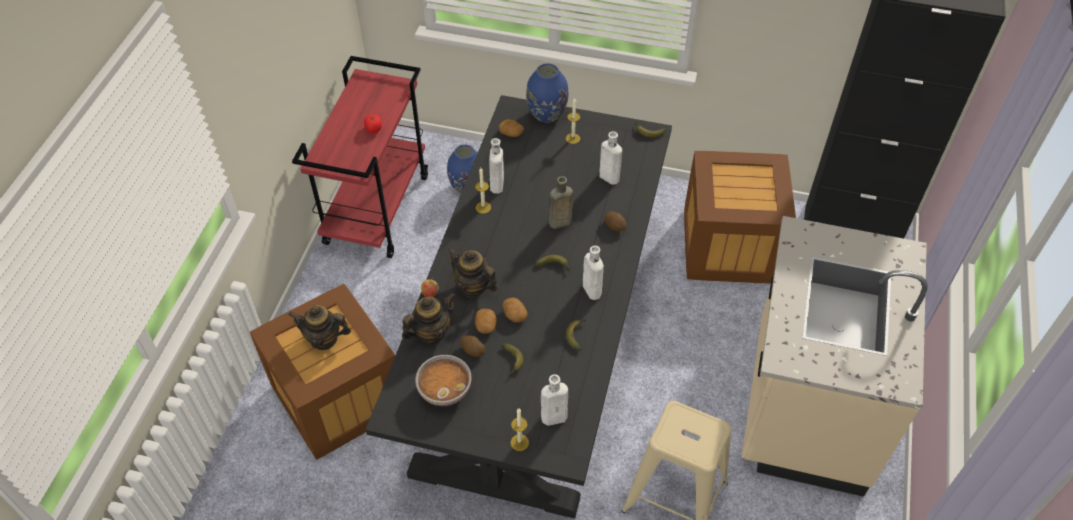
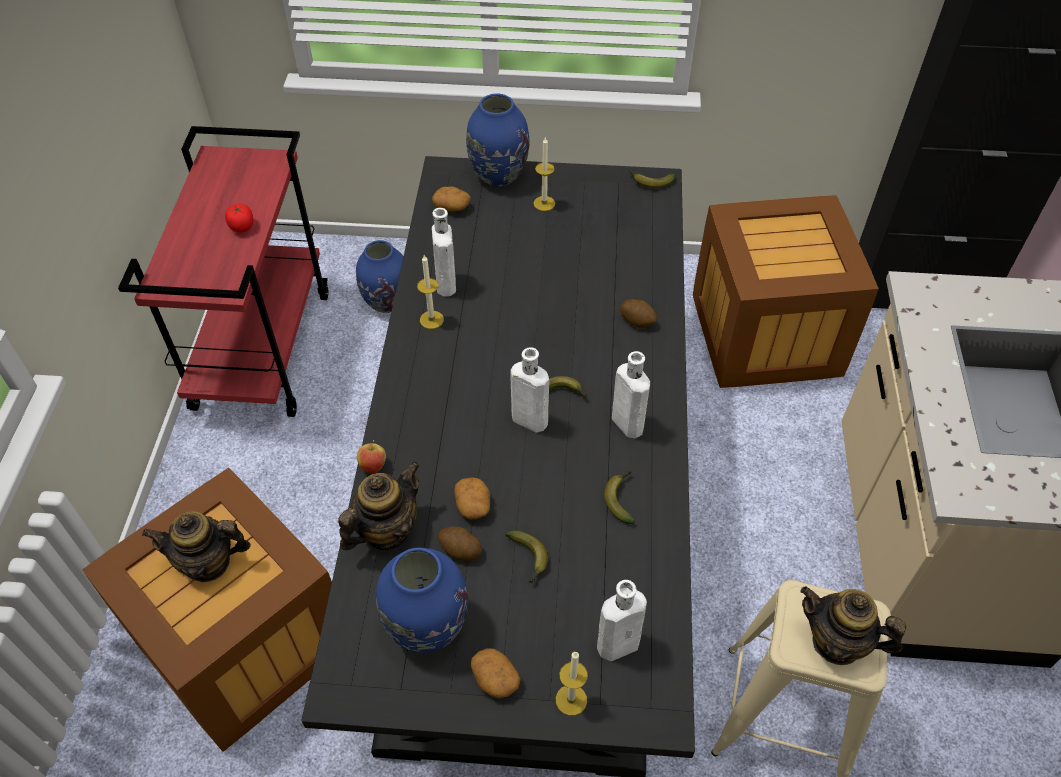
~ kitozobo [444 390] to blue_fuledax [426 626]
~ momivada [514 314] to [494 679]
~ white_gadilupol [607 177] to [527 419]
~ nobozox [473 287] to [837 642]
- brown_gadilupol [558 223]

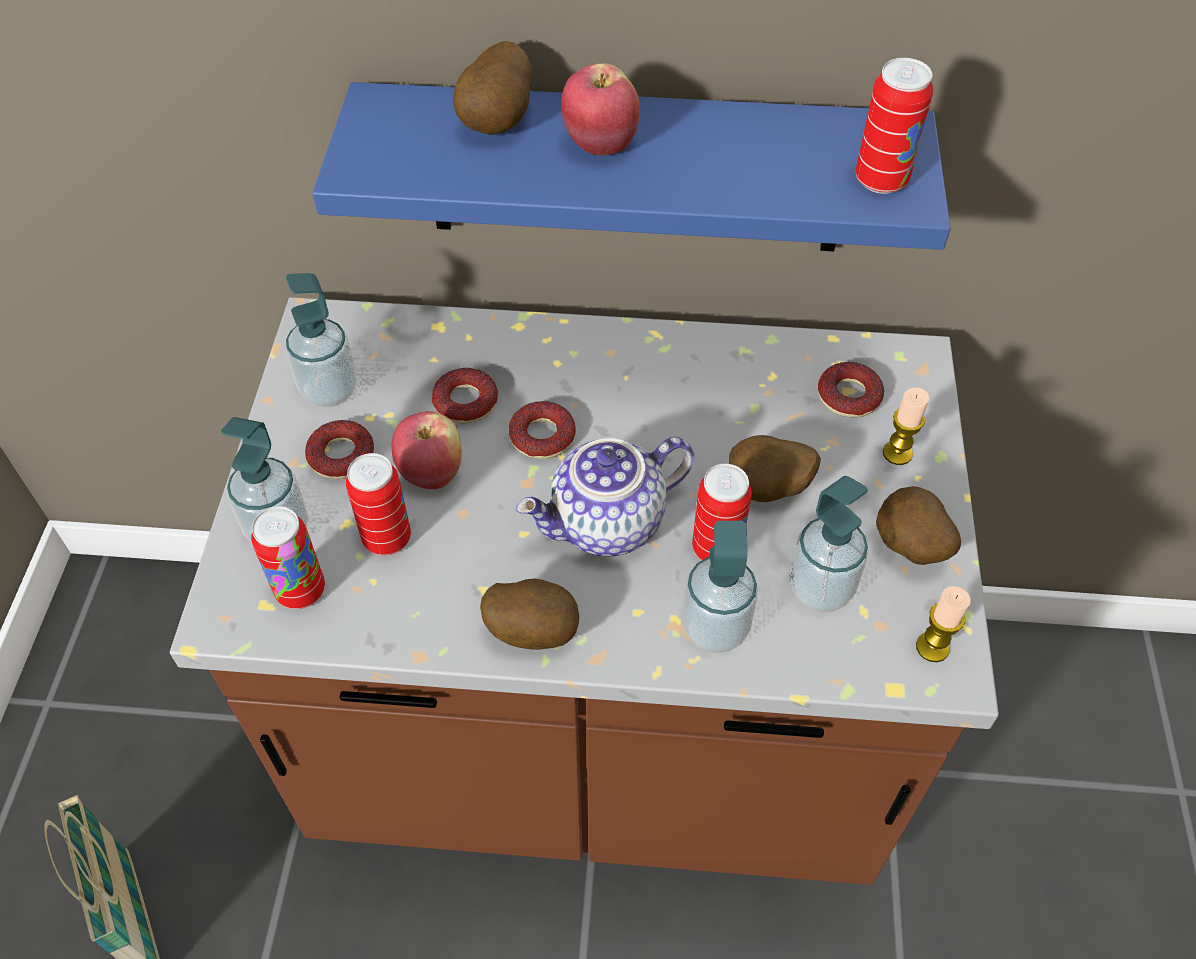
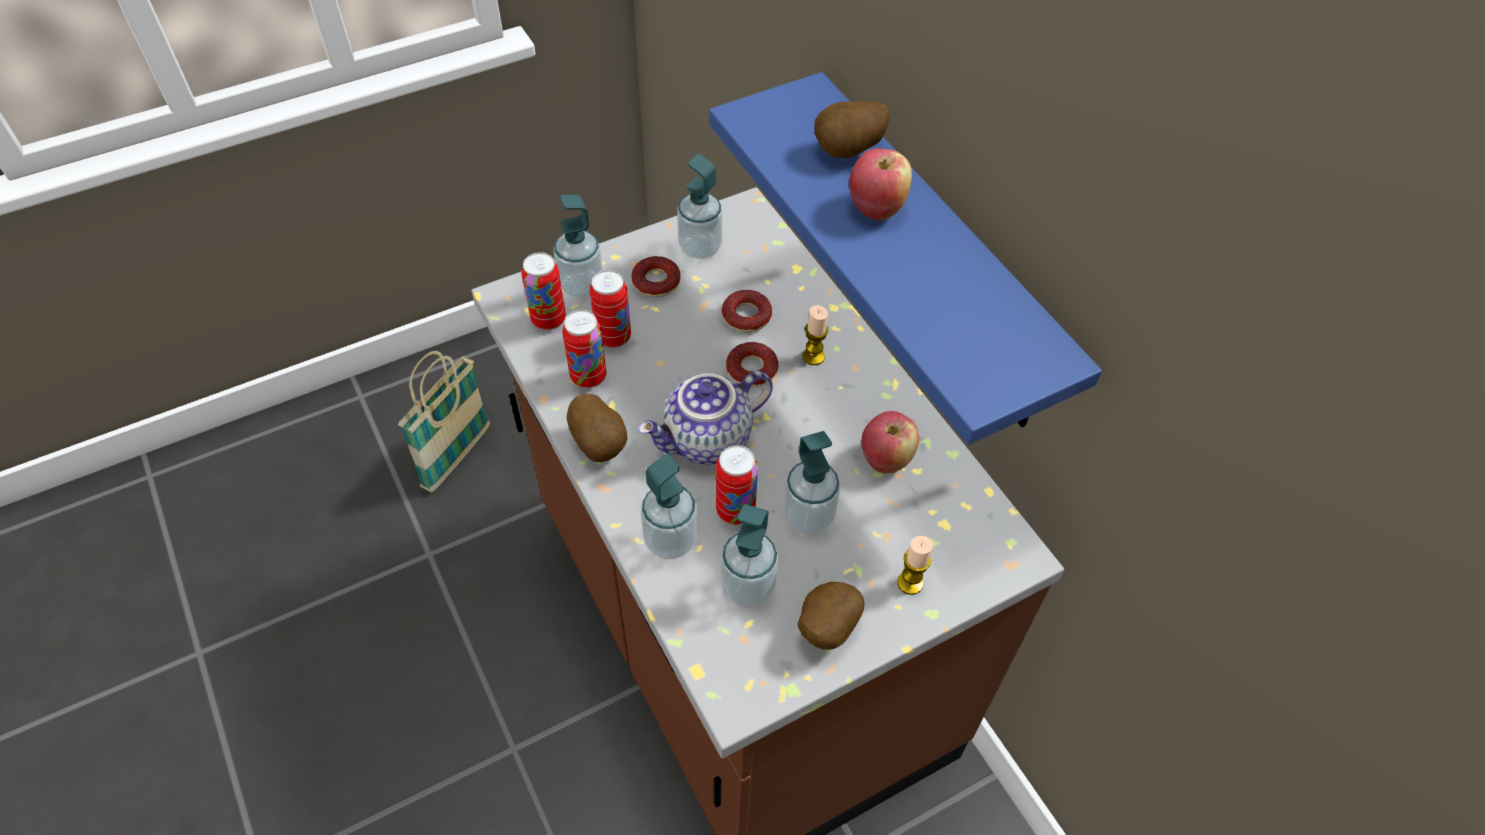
~ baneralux [881 180] to [588 377]
~ nobozox [607 525] = [708 441] 60 degrees counterclockwise
~ momivada [767 491] to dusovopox [808 517]
~ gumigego [932 647] to [813 356]
~ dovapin [431 473] to [885 459]
- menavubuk [849 396]

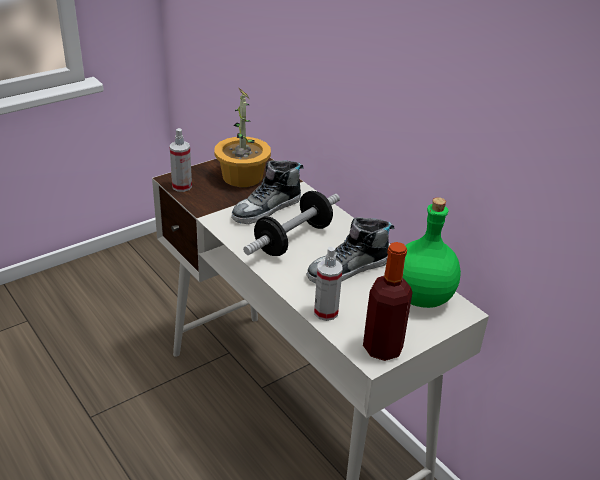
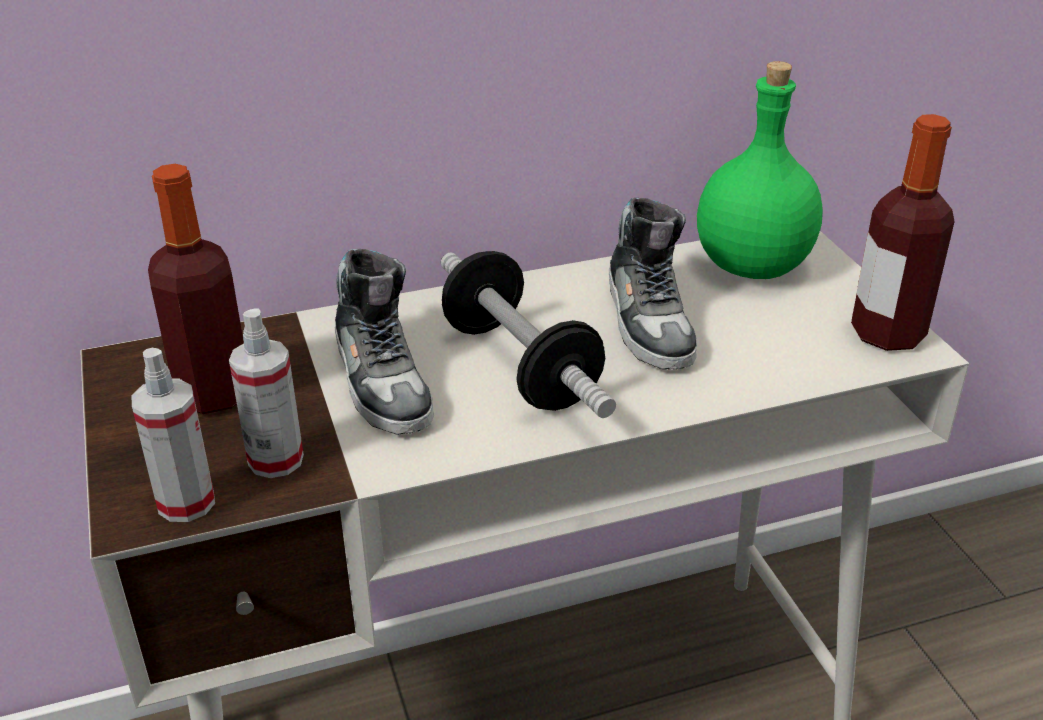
~ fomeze [241 177] to gadilupol [213 393]
~ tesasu [326 312] to [276 460]

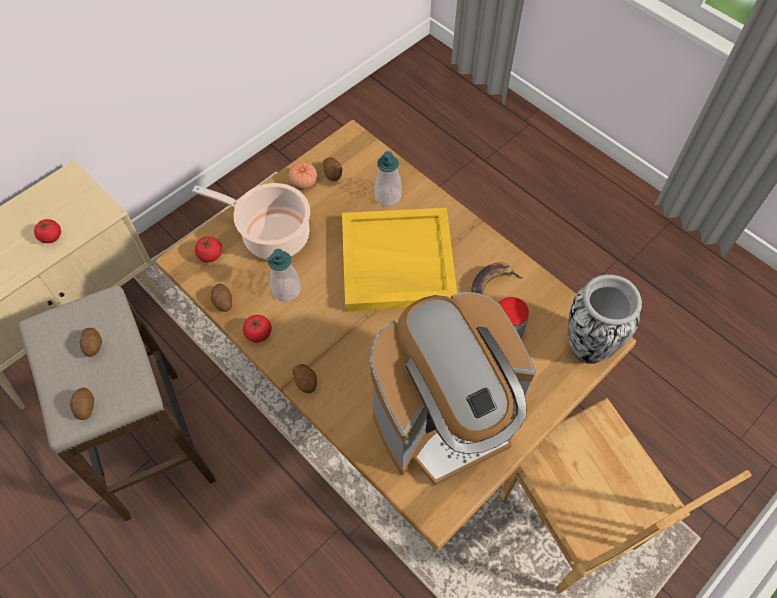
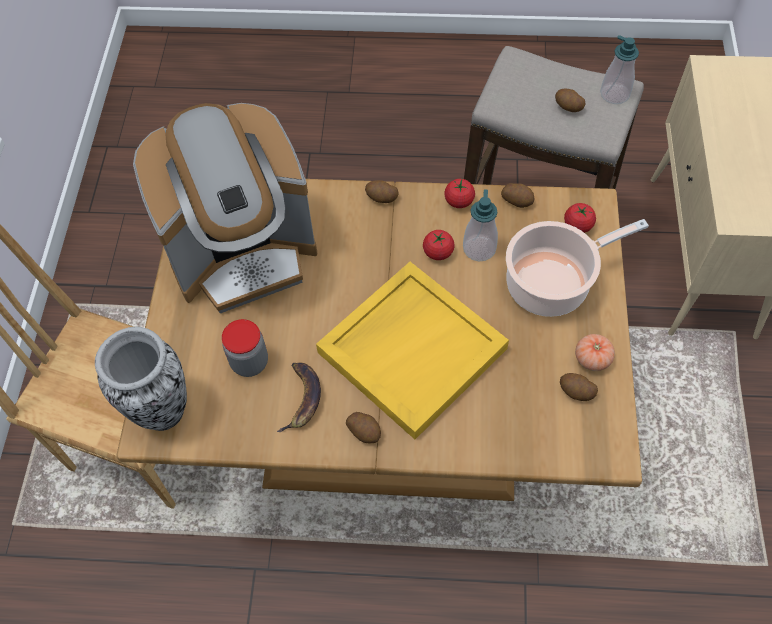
~ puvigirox [446 419] = [243 254] 135 degrees counterclockwise
~ momivada [85 407] to [364 431]
~ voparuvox [51 237] to [438 252]
~ dusovopox [388 196] to [614 94]

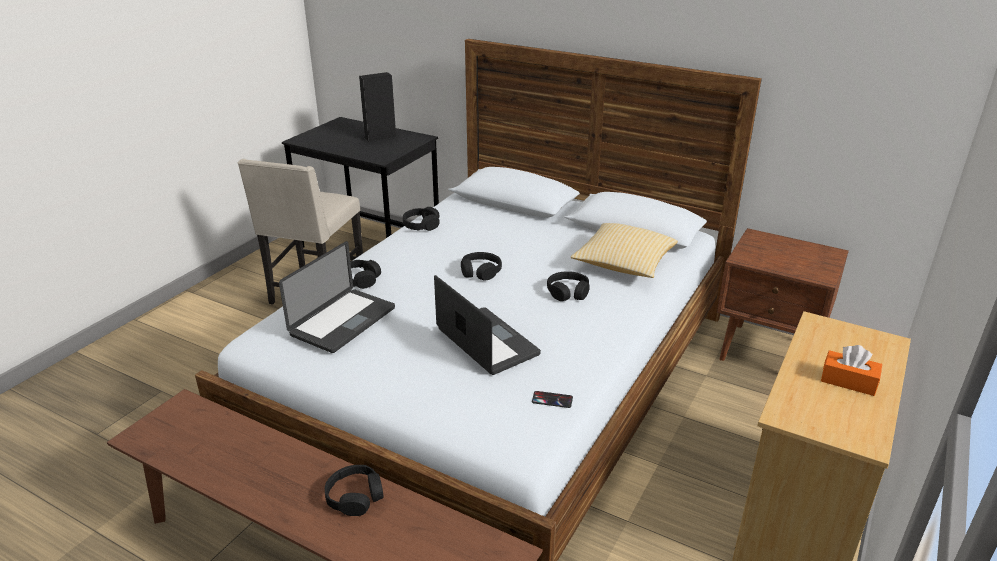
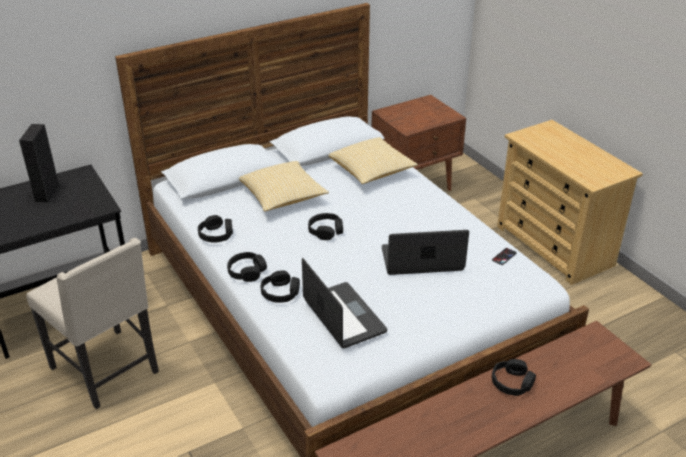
~ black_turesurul [568 292] to [247 272]
+ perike [283 197]
- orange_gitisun [848 381]

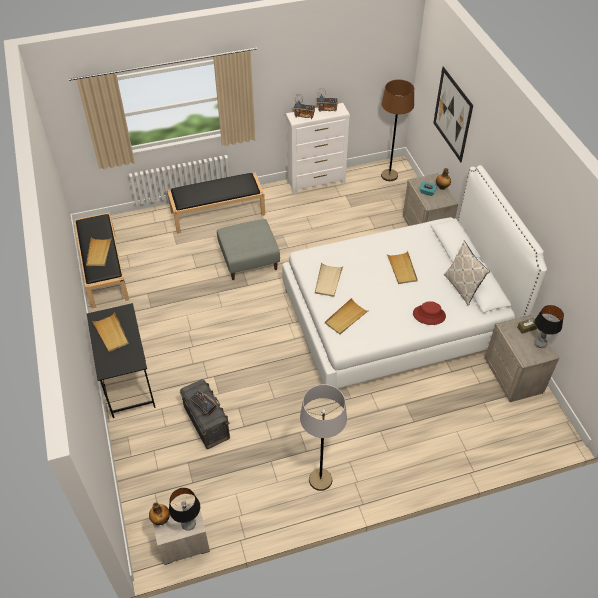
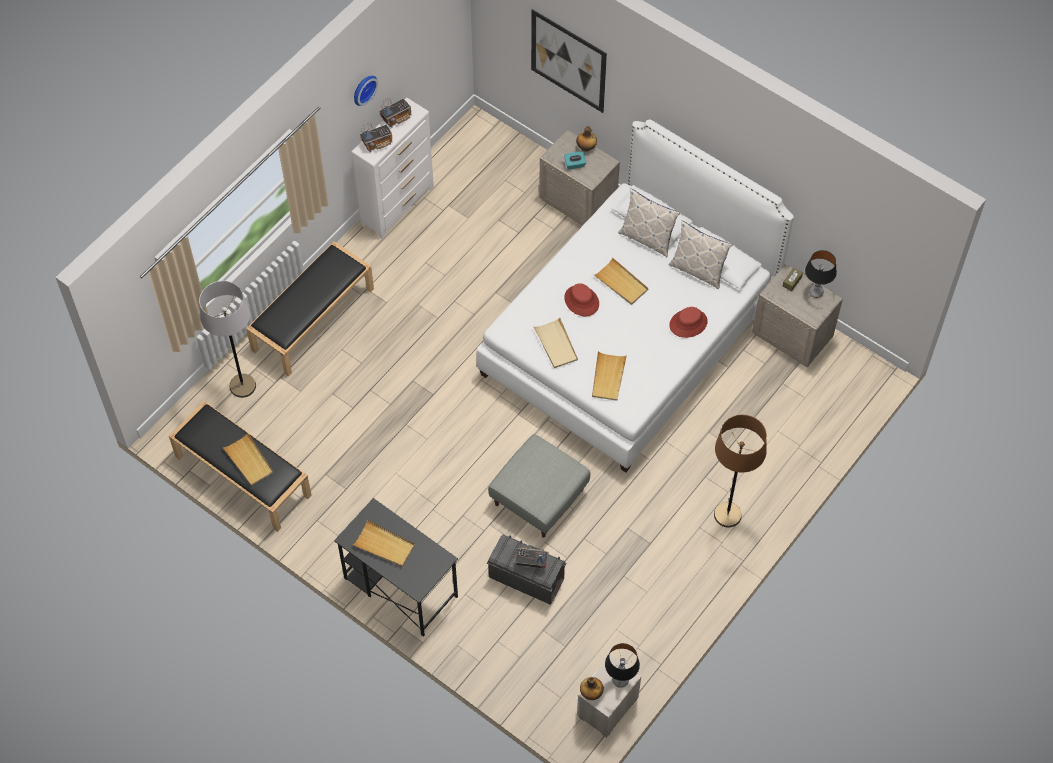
~ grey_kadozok [320 480] to [242 386]
+ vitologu [363 89]
~ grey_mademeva [249 260] to [538 497]
+ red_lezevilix [581 301]
+ perike [647 238]
~ brown_kadozok [389 175] to [727 515]

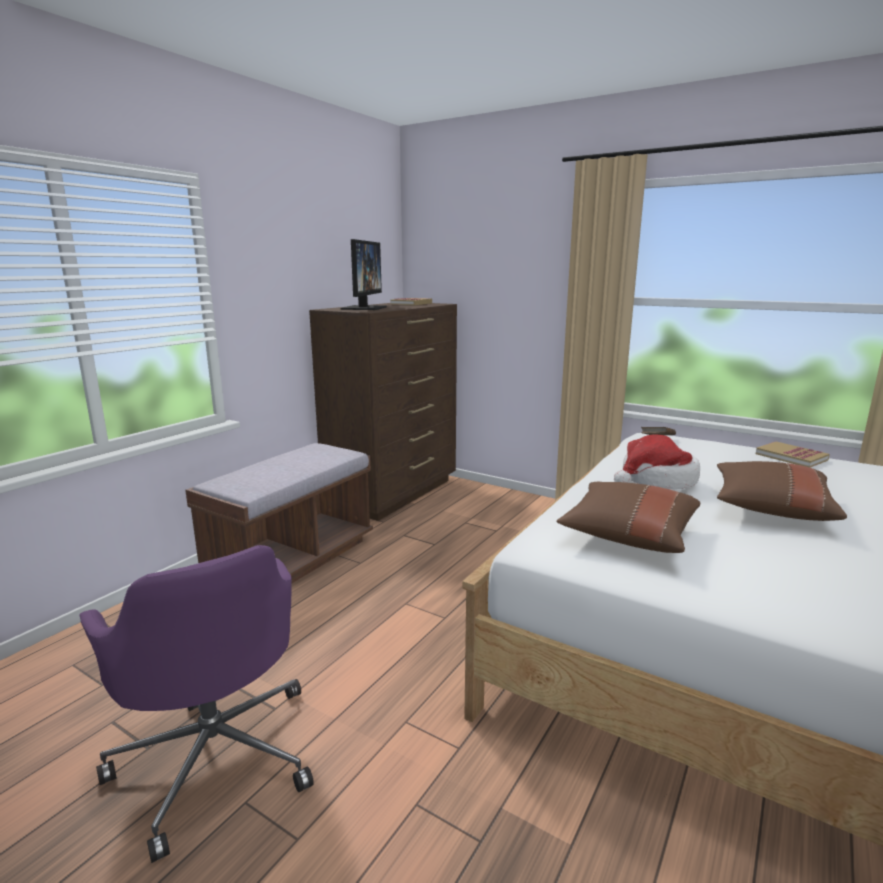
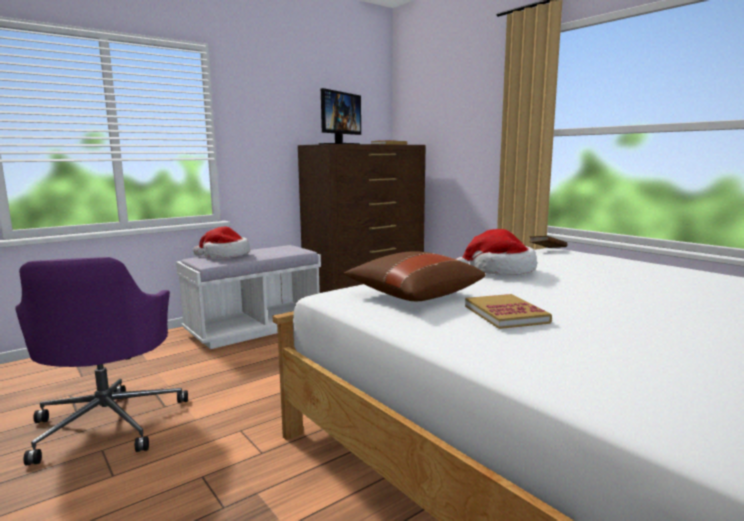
~ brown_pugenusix [292 560] to white_pugenusix [254 329]
+ lezevilix [225 256]
~ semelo [791 457] to [505 314]
- brown_perike [770 508]

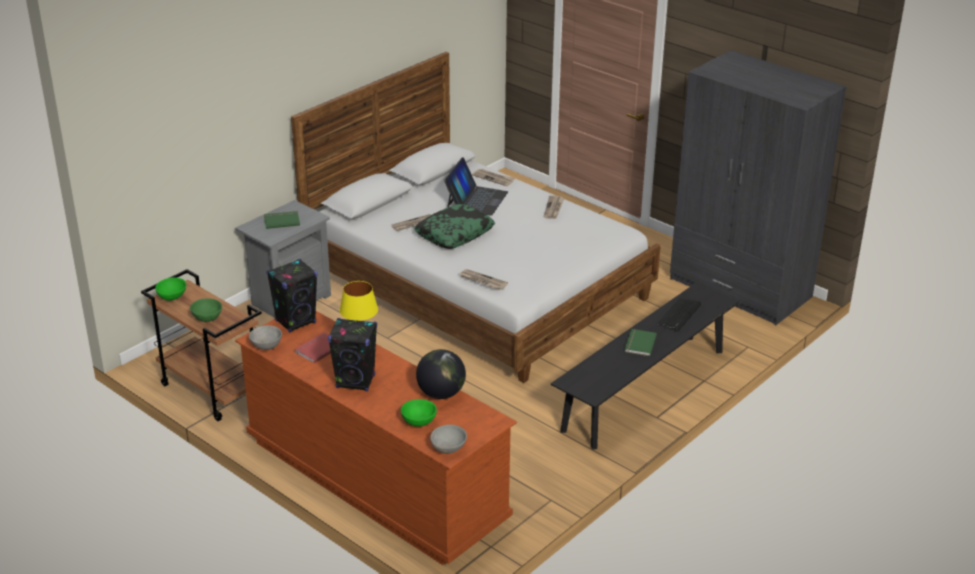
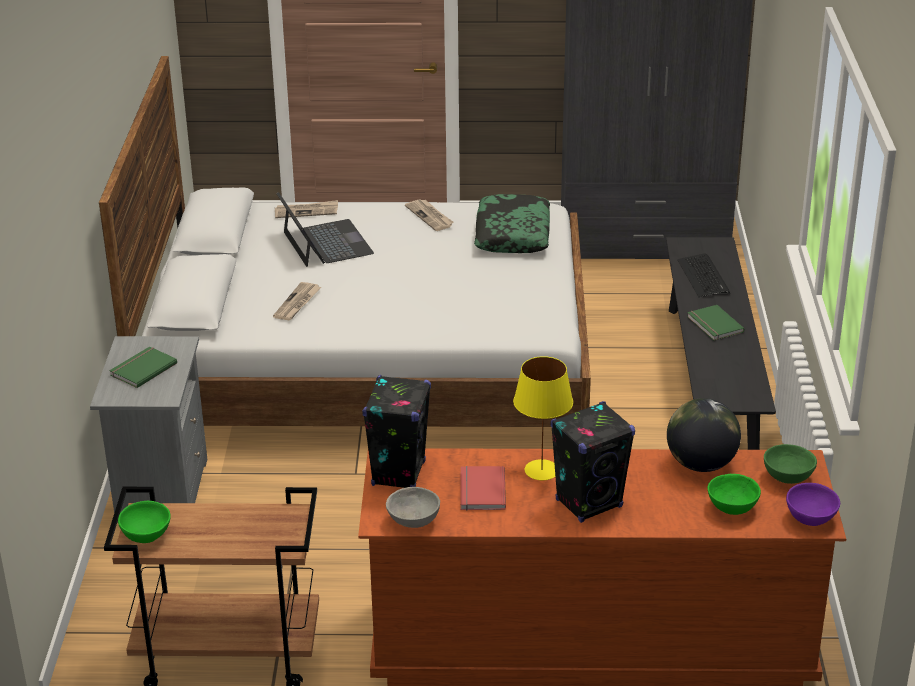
~ perike [454 233] to [512 234]
~ green_kitozobo [207 318] to [787 477]
~ grey_kitozobo [449 449] to purple_kitozobo [811 518]
- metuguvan [482 281]

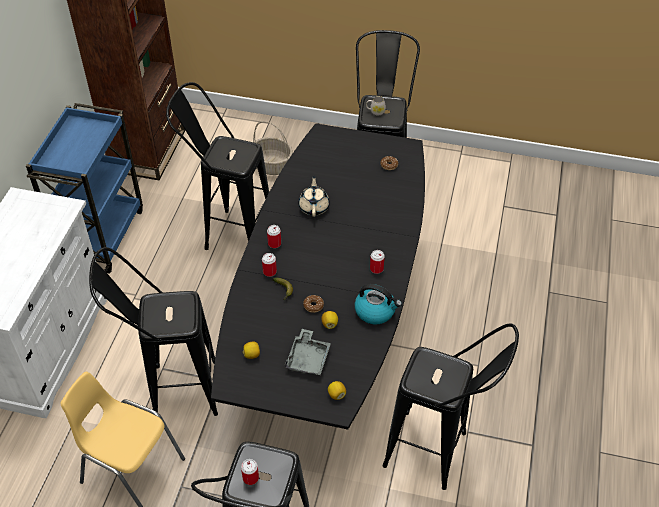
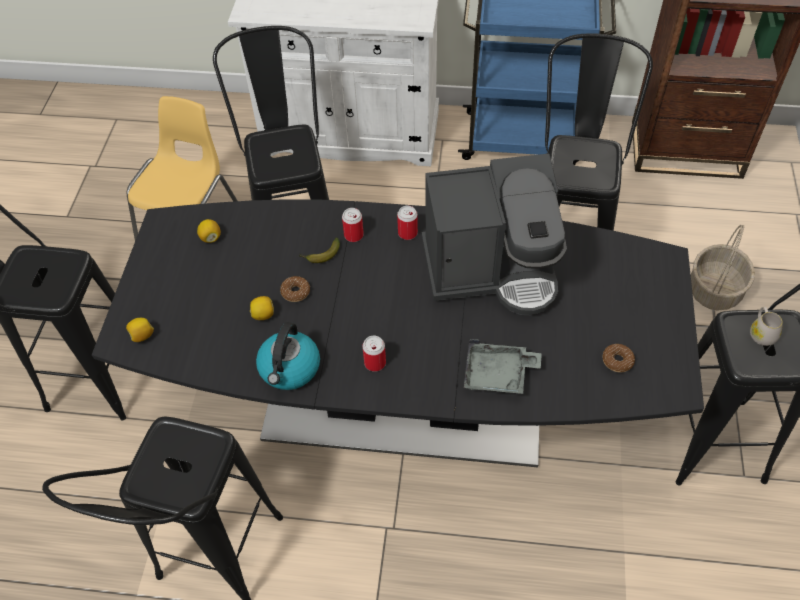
~ beige_nobozox [314 207] to puvigirox [492 269]
~ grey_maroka [308 358] to [498 374]
- baneralux [250 478]

